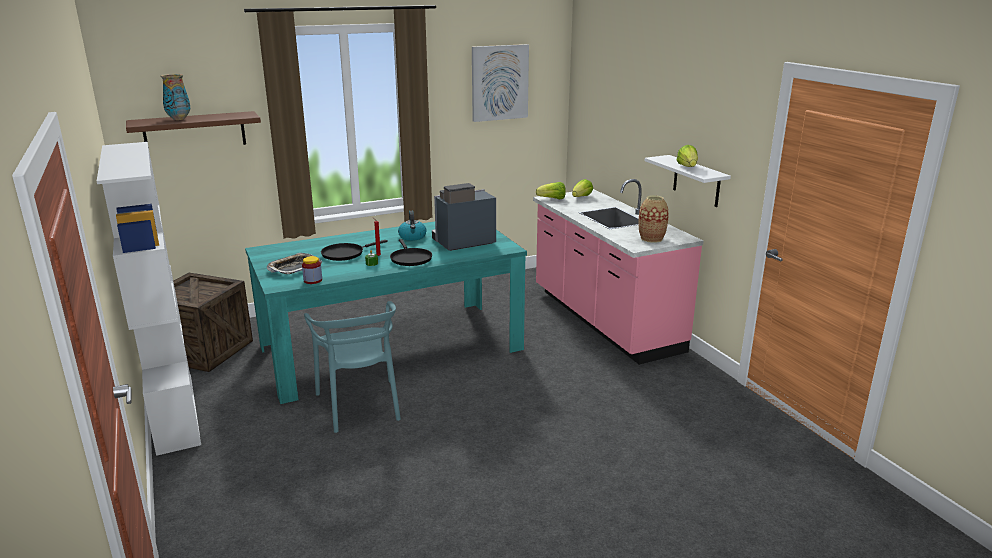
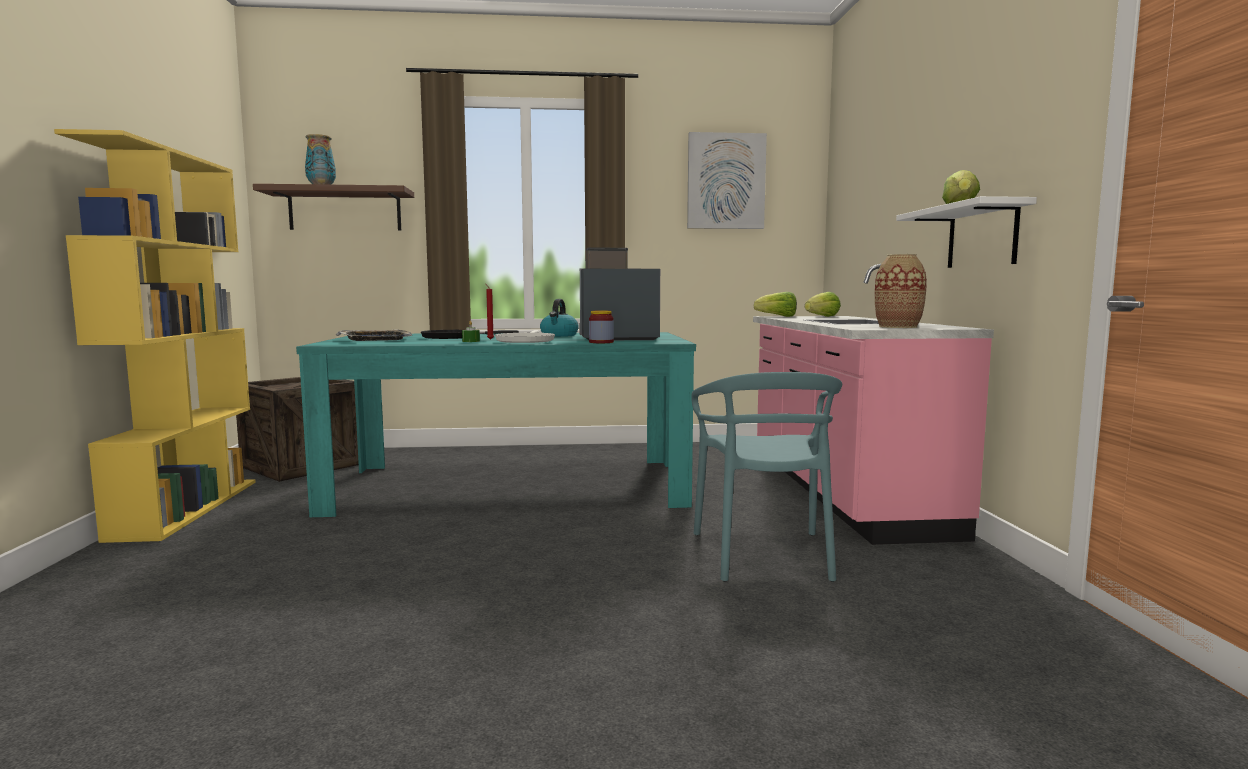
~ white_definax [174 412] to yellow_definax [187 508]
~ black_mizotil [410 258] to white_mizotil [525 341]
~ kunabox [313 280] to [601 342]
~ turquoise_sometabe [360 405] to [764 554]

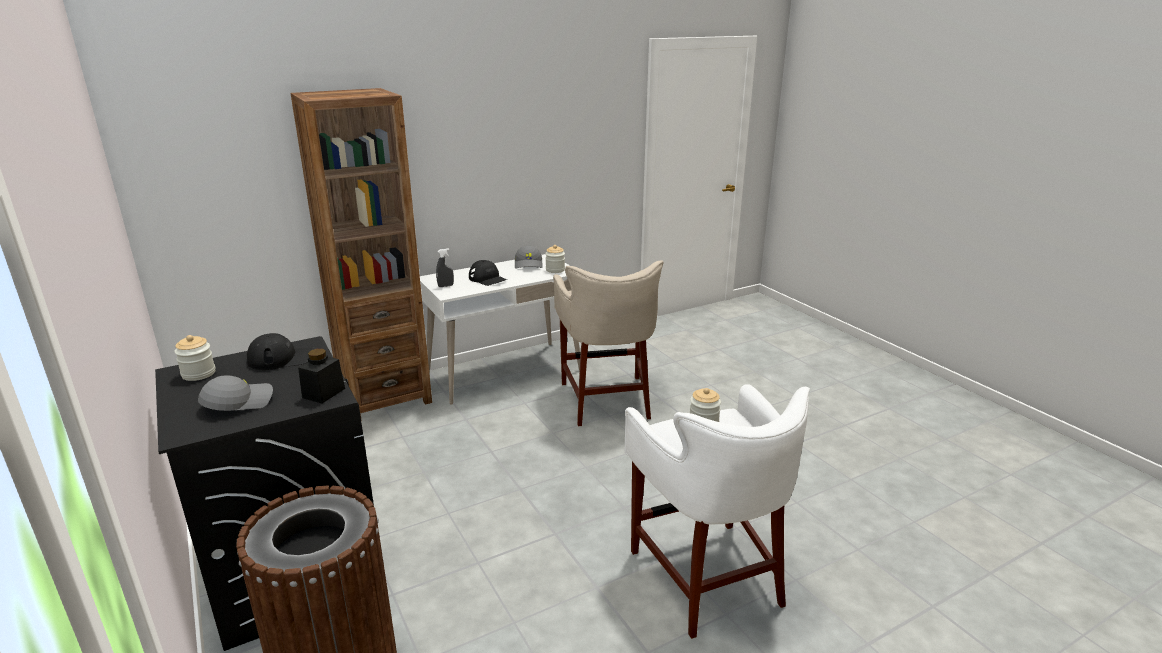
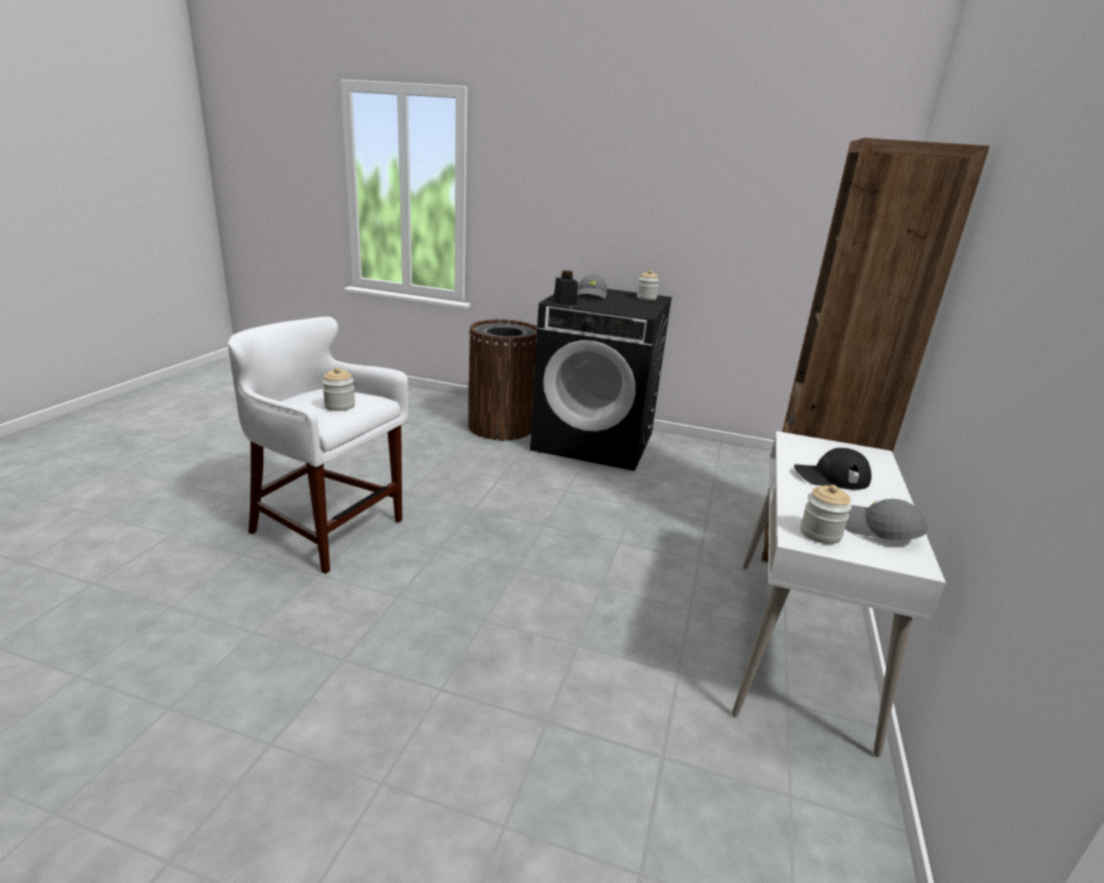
- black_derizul [282 358]
- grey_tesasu [445 286]
- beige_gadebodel [607 399]

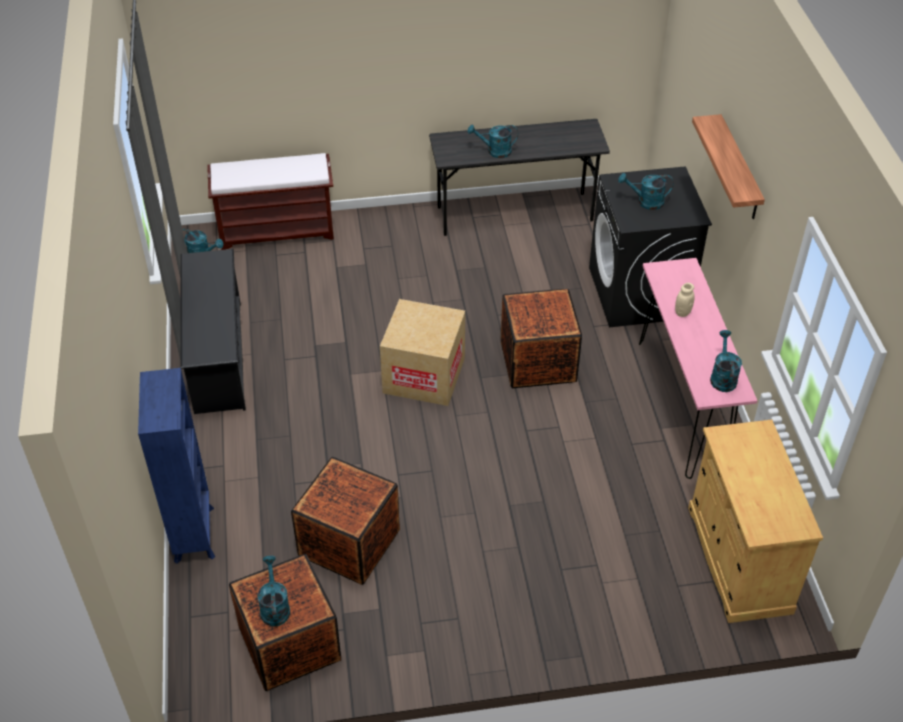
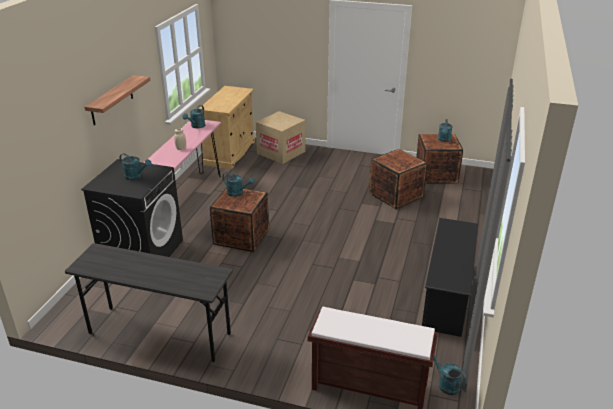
~ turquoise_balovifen [495 151] to [238 193]
~ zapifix [424 375] to [281 152]
- blue_definax [194 533]

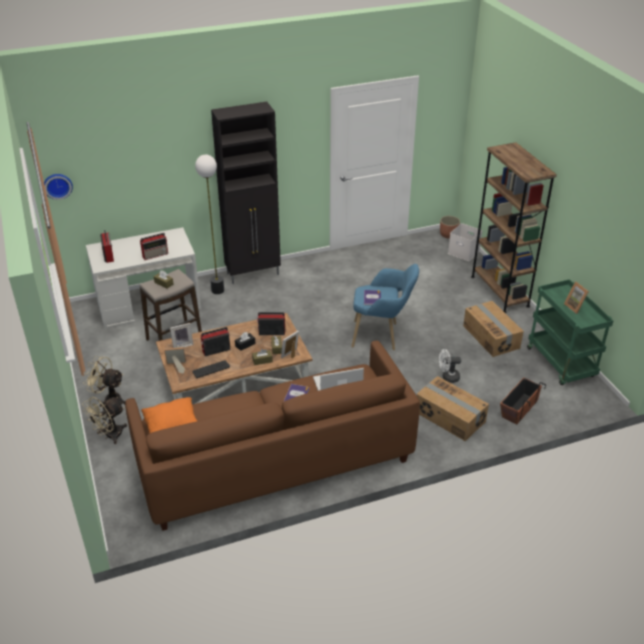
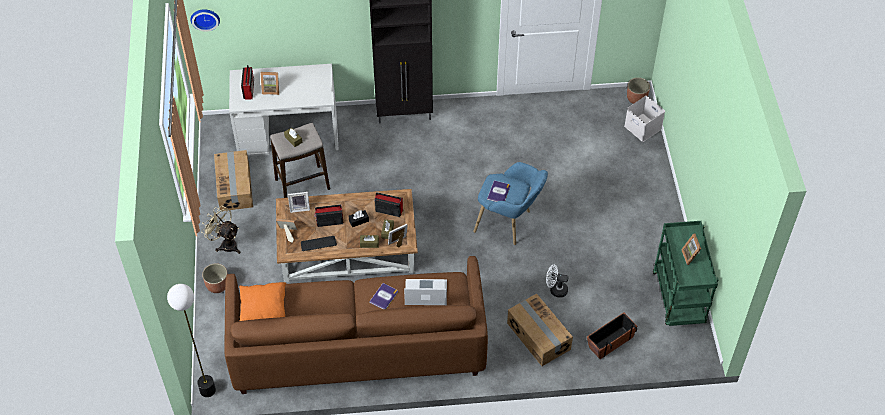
~ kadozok [217 290] to [207 390]
~ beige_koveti [109 436] to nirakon [217 285]
~ zapifix [491 336] to [235 187]
+ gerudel [271 89]
- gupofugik [156 255]
- brown_definax [499 291]

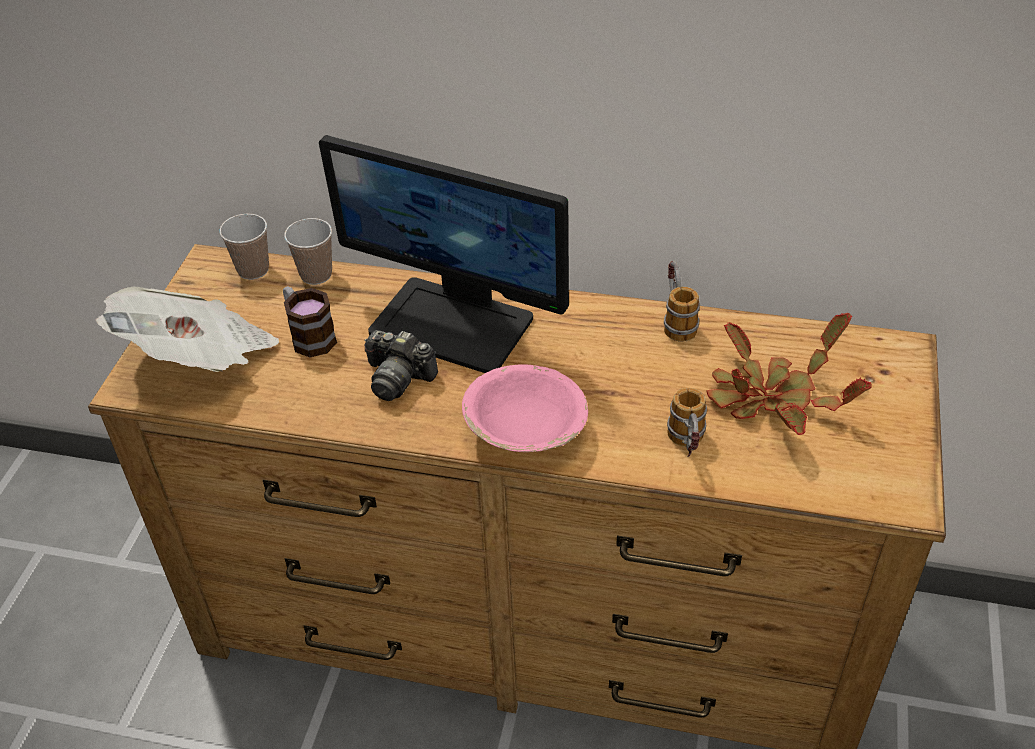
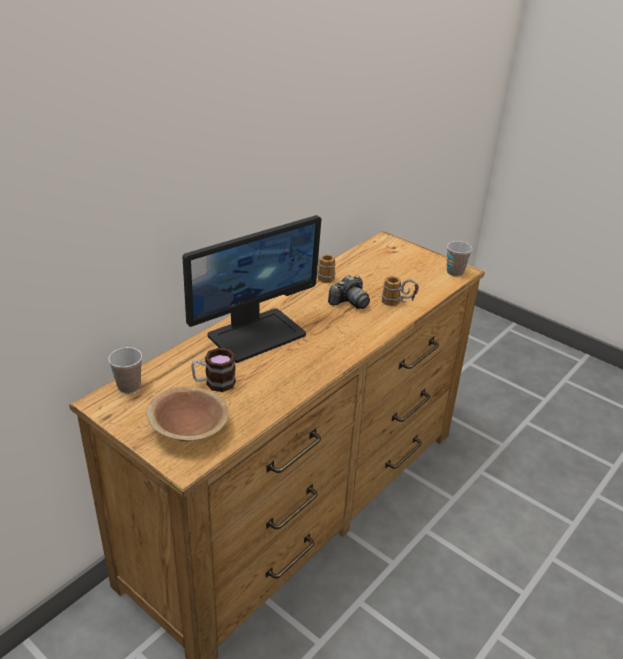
~ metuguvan [200 358] to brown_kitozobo [189 429]
~ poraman [398 378] to [349 302]
~ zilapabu [316 275] to [455 272]
- pink_kitozobo [526 431]
- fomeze [771 398]

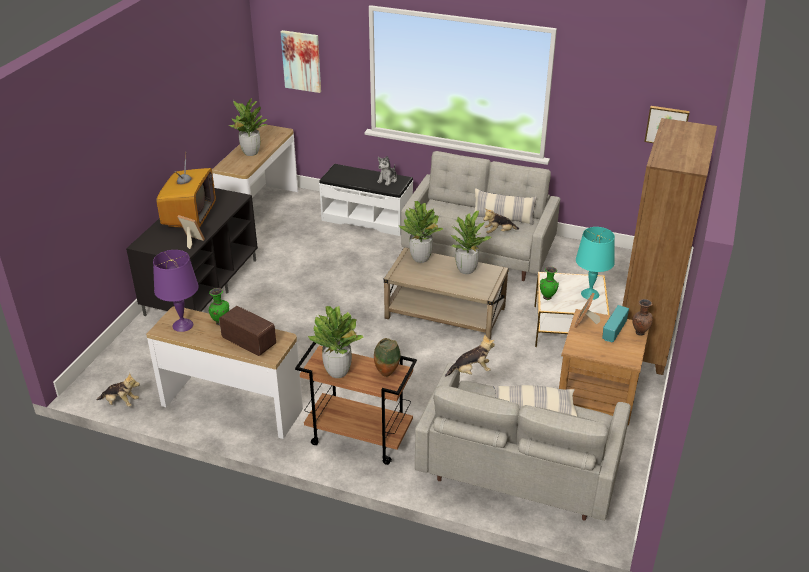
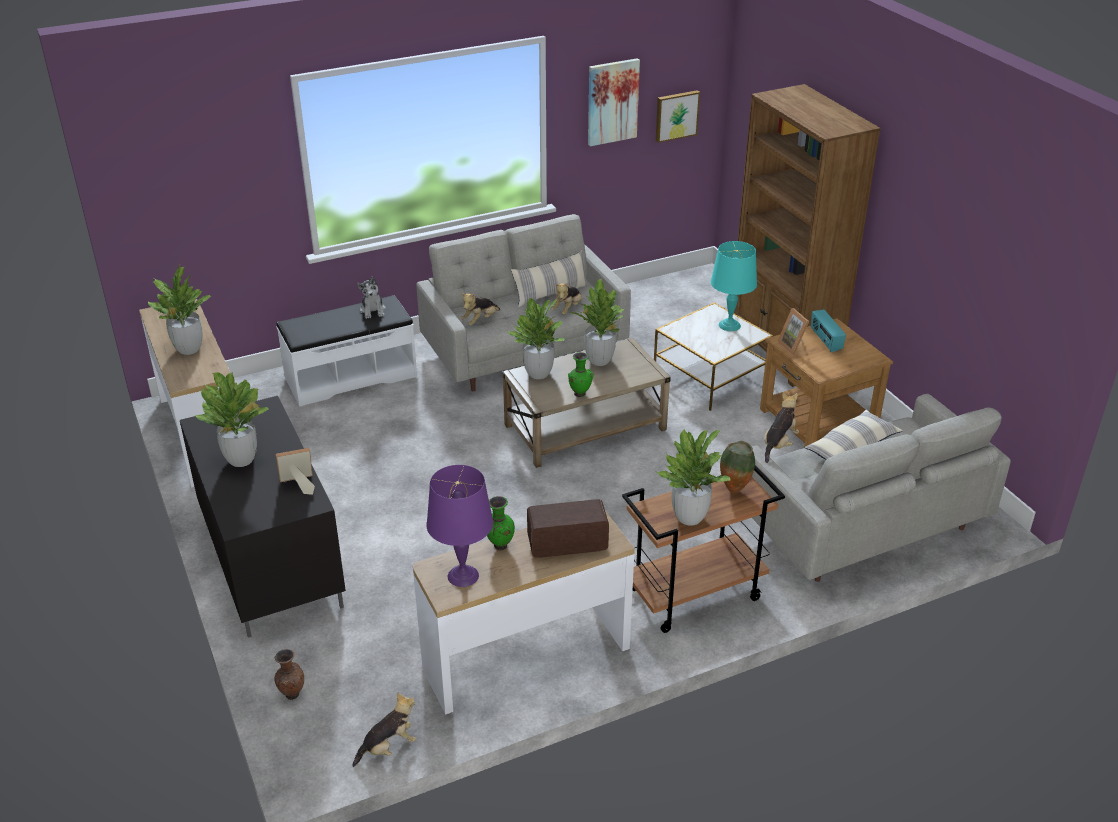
~ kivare [189 216] to fomeze [241 459]
~ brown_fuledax [639 332] to [291 694]
+ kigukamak [480 320]
~ green_fuledax [547 297] to [580 394]
~ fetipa [301 61] to [612 102]

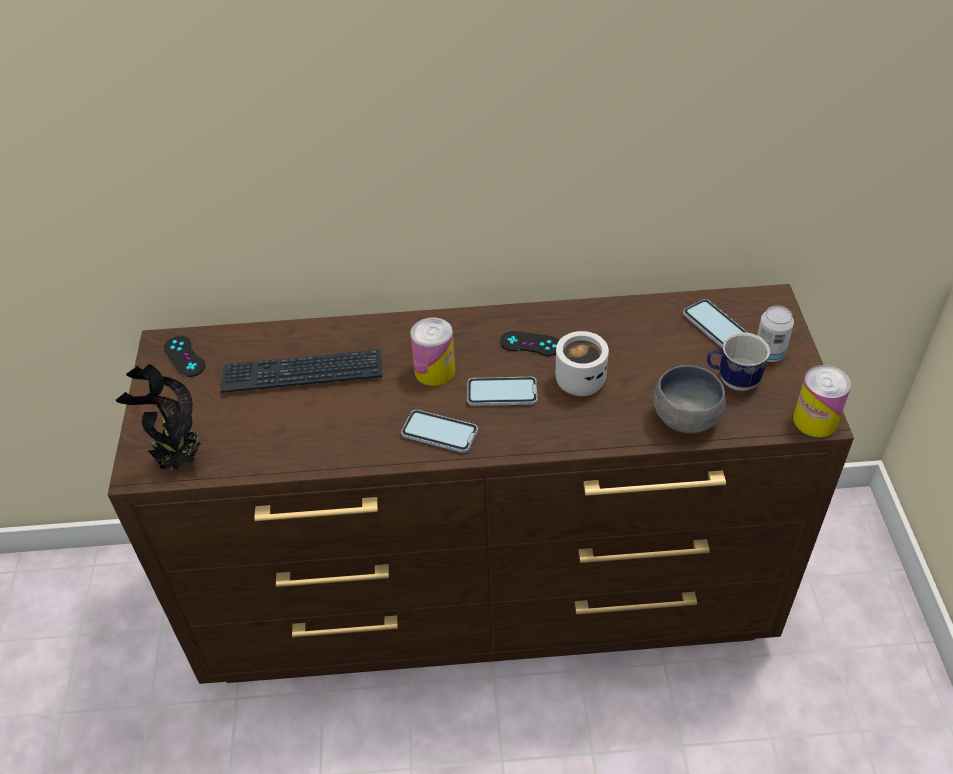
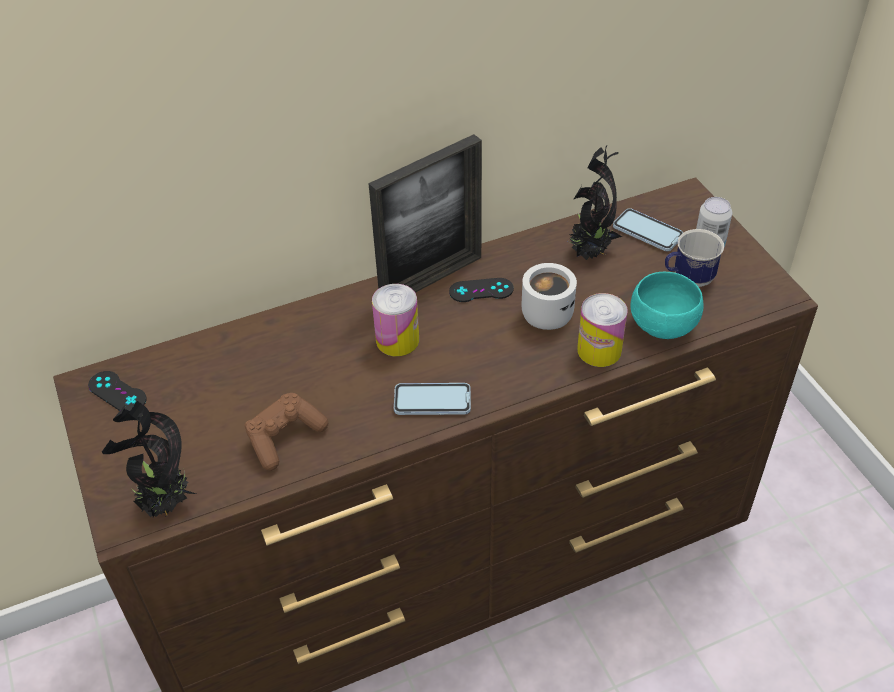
+ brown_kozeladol [284 438]
+ gerudel [431 279]
+ fomeze [589 253]
~ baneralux [815 420] to [599 350]
~ grey_kitozobo [688 418] to turquoise_kitozobo [665 325]
- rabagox [302 373]
- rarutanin [502 393]

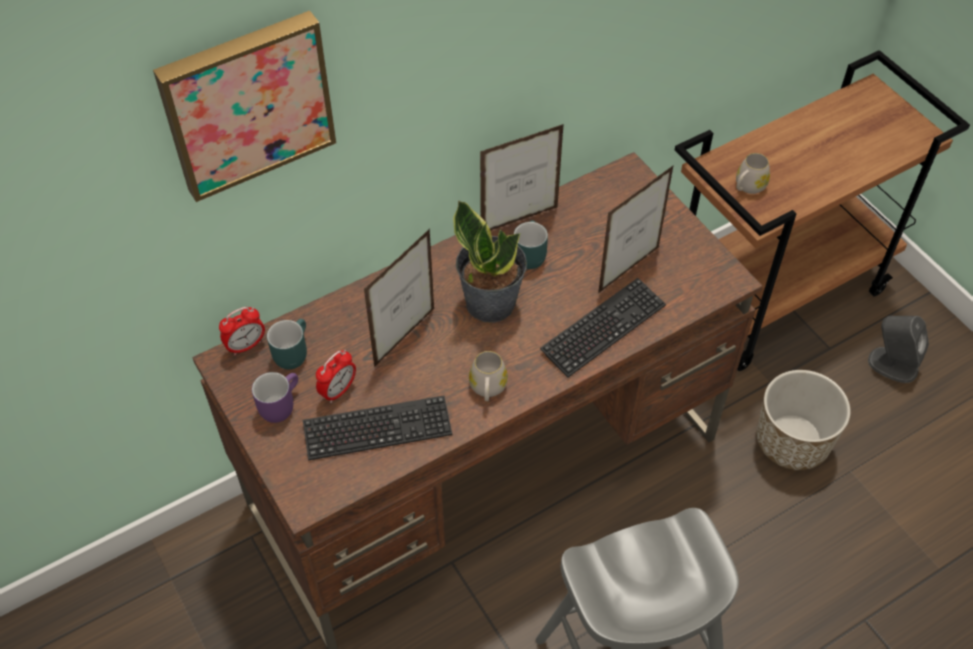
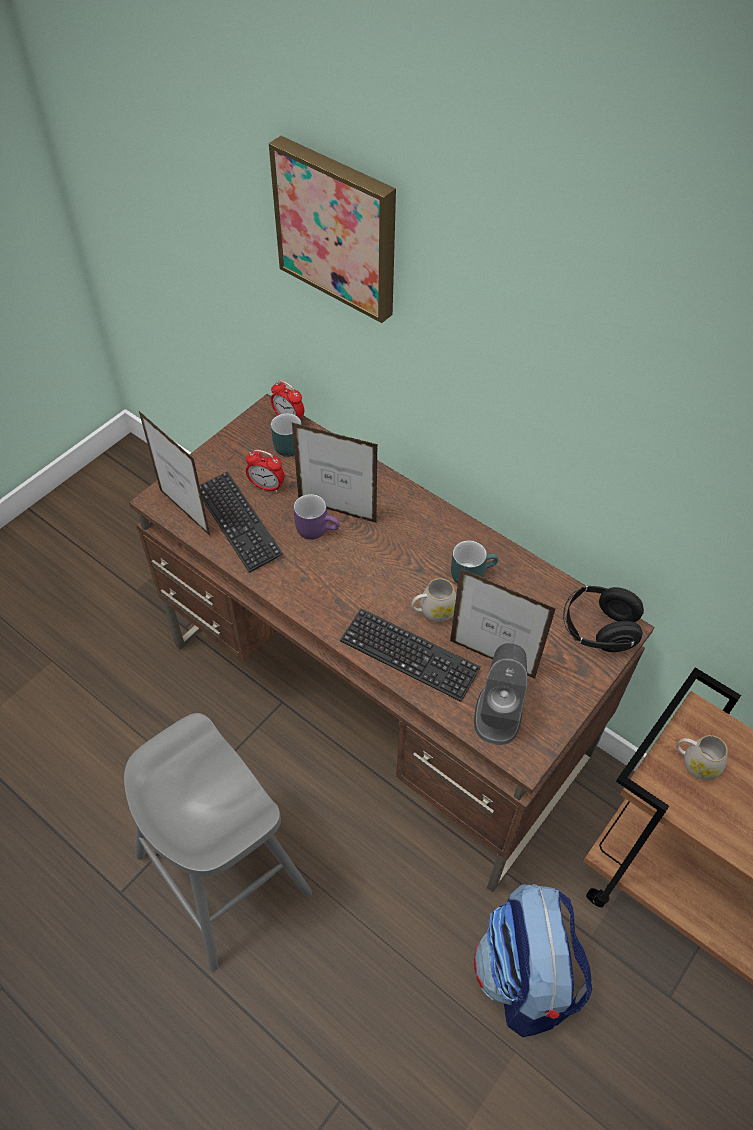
~ gerudel [519 220] to [185 513]
~ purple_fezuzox [278 404] to [317 528]
~ white_fezuzox [487 389] to [433 611]
~ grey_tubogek [892 364] to [498 713]
~ nirakon [792 442] to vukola [525 976]
+ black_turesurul [598 629]
- fomeze [490 302]

